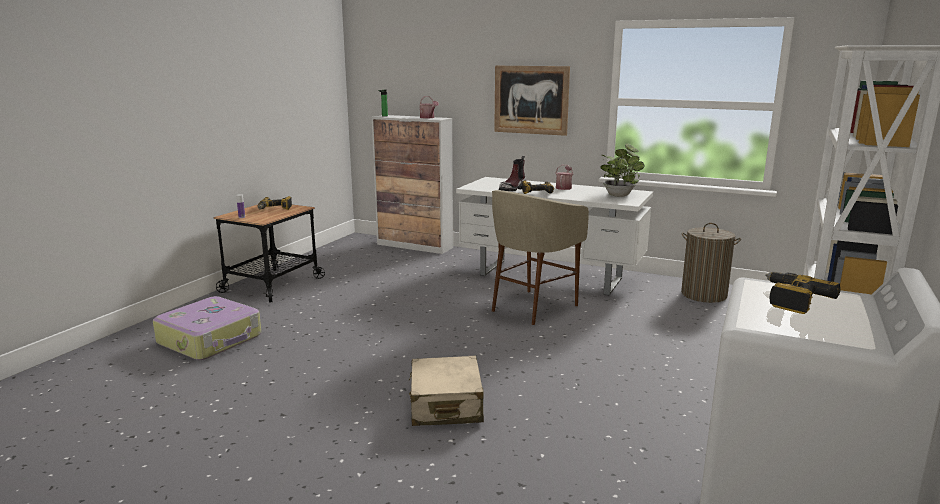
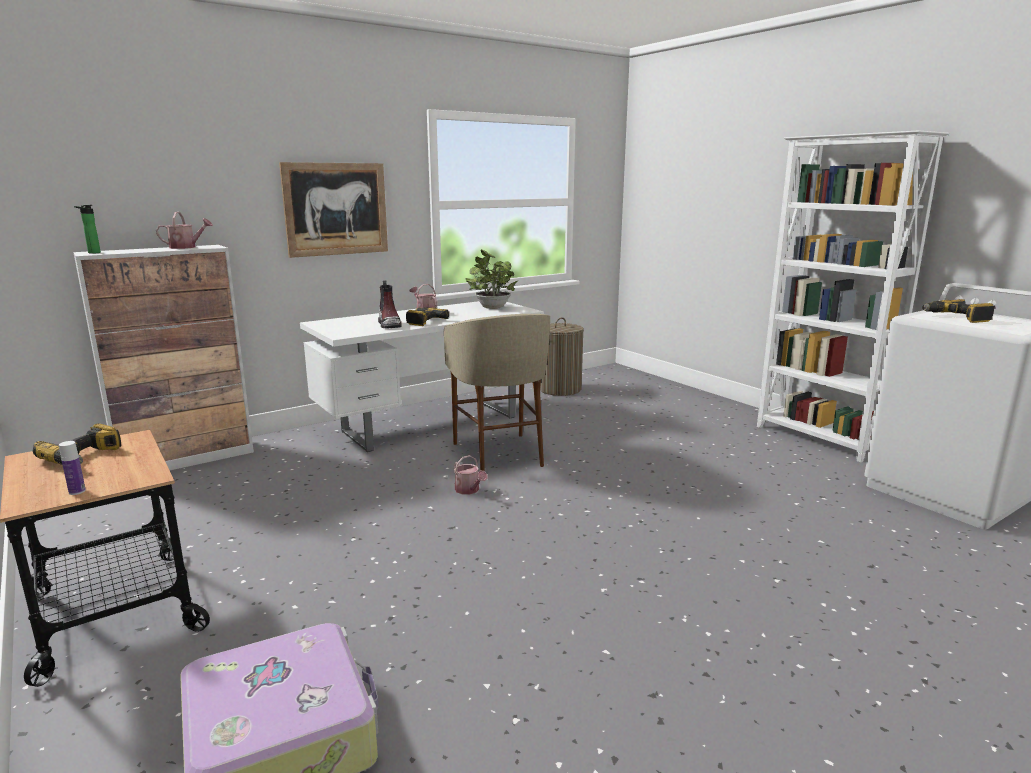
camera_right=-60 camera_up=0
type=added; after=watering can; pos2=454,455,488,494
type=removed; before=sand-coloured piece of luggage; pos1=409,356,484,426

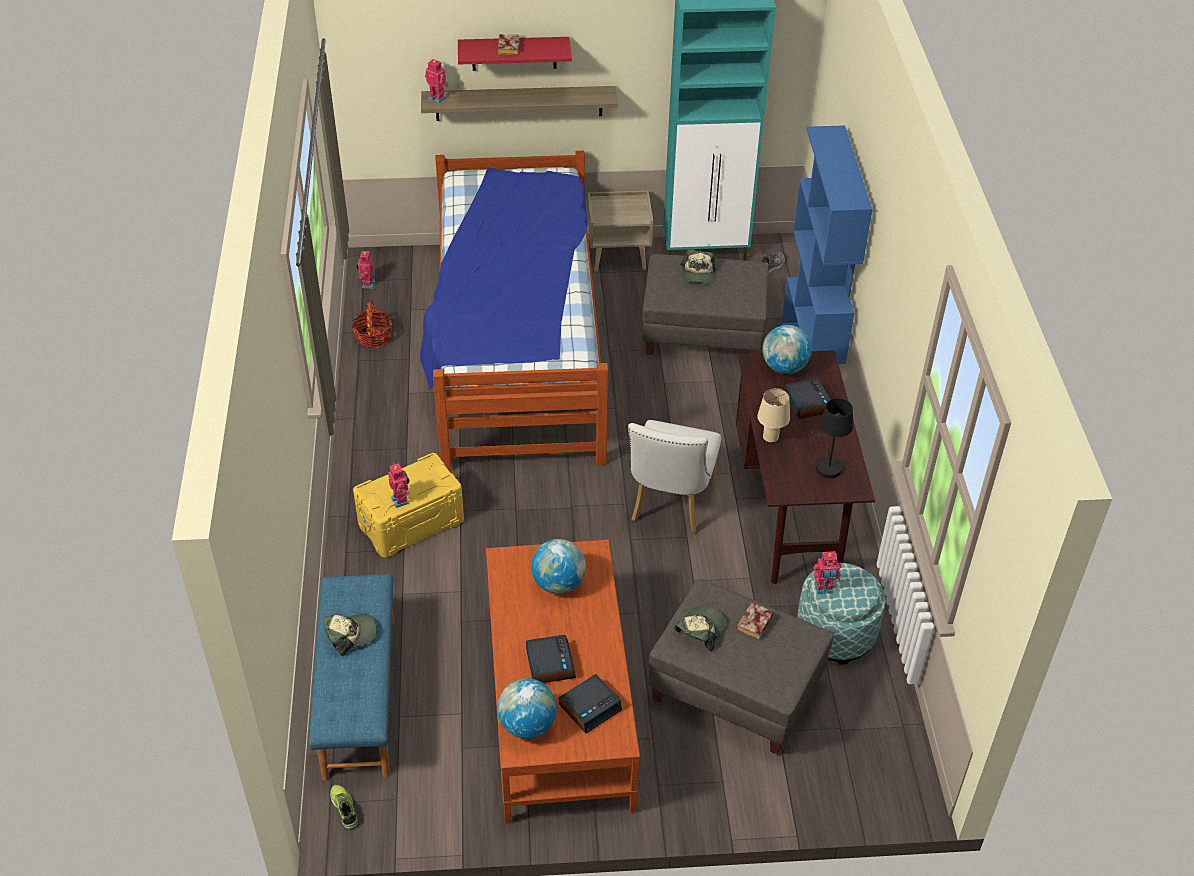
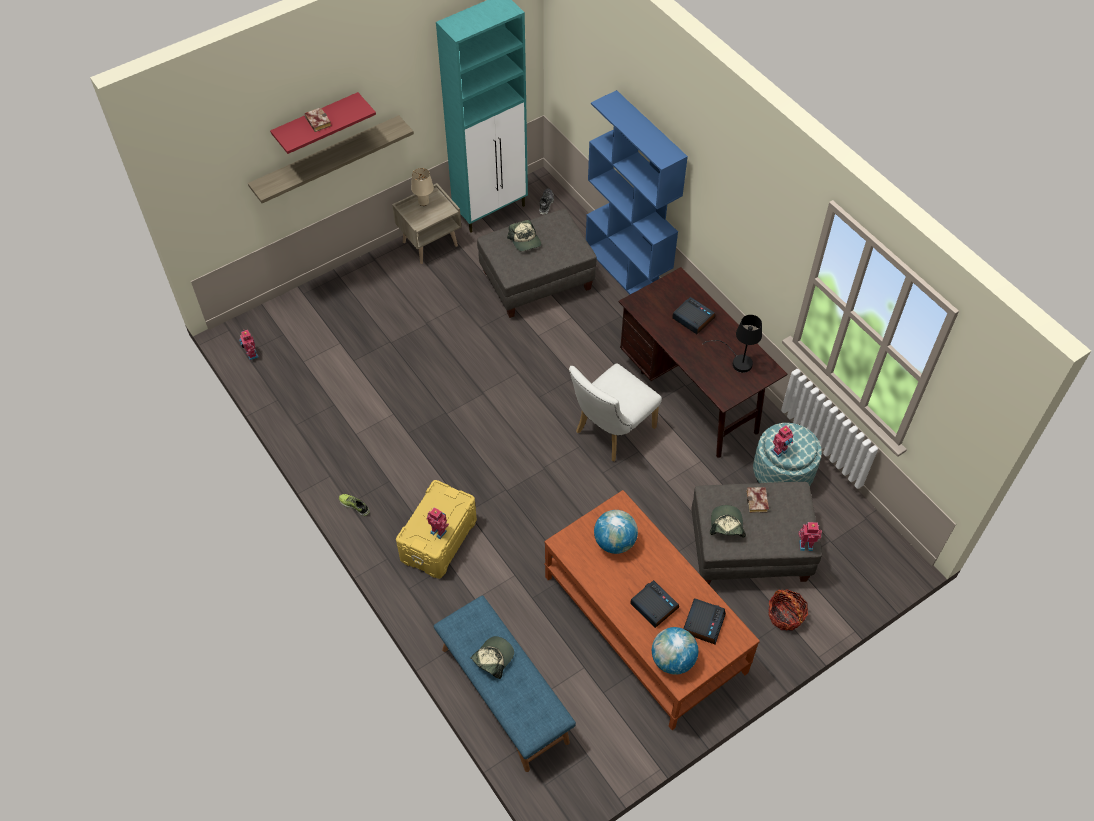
camera_right=-30 camera_up=10
type=moved; before=shoe; pos1=330,785,358,829; pos2=339,494,370,516
type=moved; before=sand-coloured tabletop lamp; pos1=757,388,790,443; pos2=411,168,434,206
type=turned; before=white-coloured plain chair; pos1=628,420,721,533; pos2=569,364,662,462; turn=60
type=moved; before=household basket; pos1=352,301,392,348; pos2=768,589,808,631
type=moved; before=toy robot; pos1=425,59,448,103; pos2=798,522,822,551
type=removed; before=bed; pos1=420,151,608,471
type=removed; before=globe; pos1=762,325,812,374

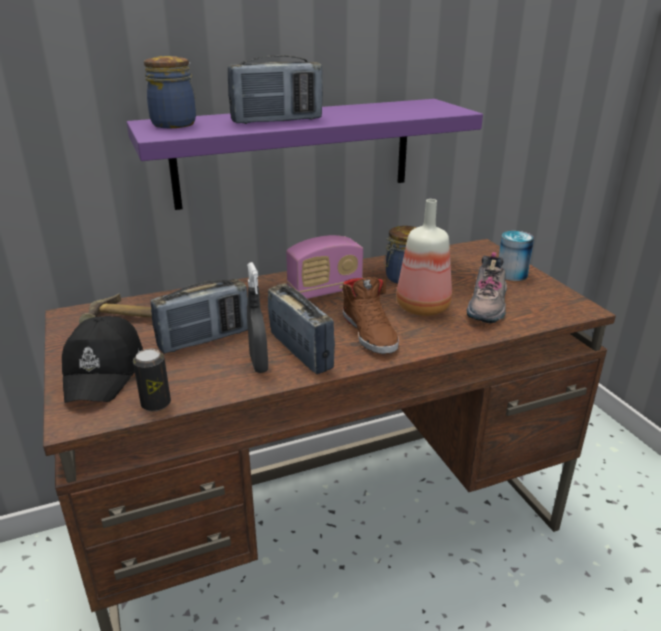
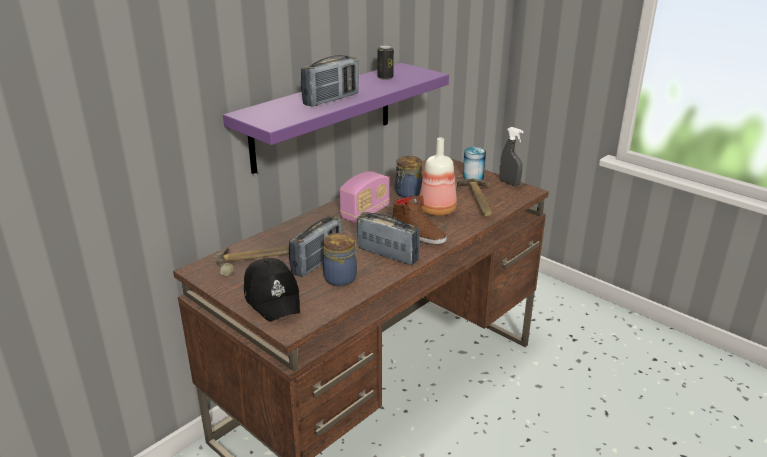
camera_right=-25 camera_up=0
type=moved; before=jar; pos1=144,56,196,128; pos2=323,233,357,286
type=moved; before=metal can; pos1=133,349,171,411; pos2=378,45,394,80
type=replaced; before=shoe; after=tool hammer; pos1=467,252,507,323; pos2=455,178,492,216
type=moved; before=grey sprayer; pos1=247,262,268,373; pos2=500,127,523,186

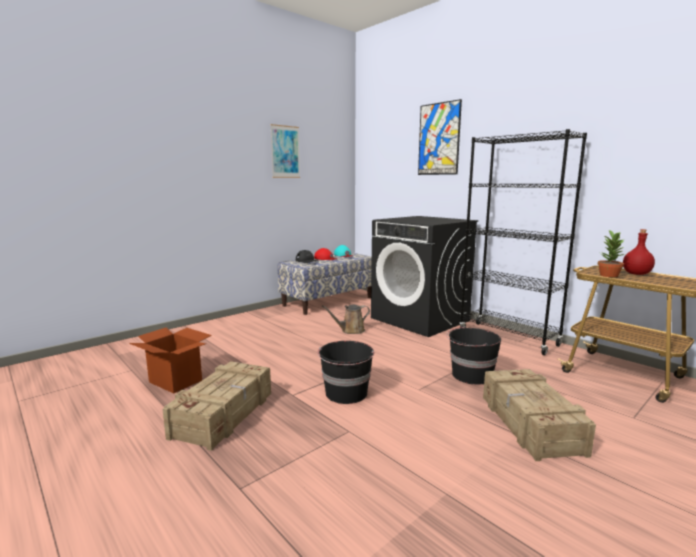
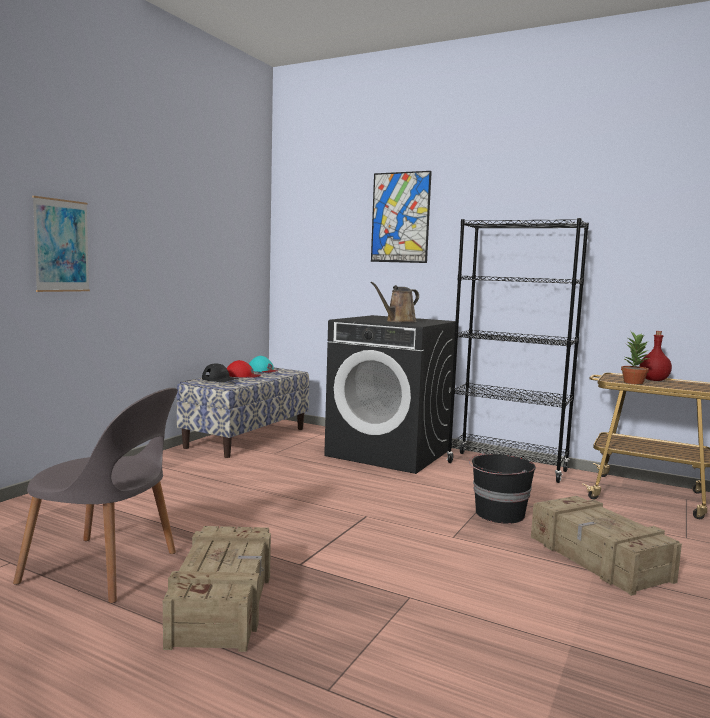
camera_right=-20 camera_up=-5
type=replaced; before=carton; after=grey plain chair; pos1=129,328,212,394; pos2=13,388,178,603
type=moved; before=picture; pos1=270,124,300,178; pos2=32,196,90,292
type=moved; before=brownish watering can; pos1=322,304,370,334; pos2=371,282,419,322
type=removed; before=black-coloured pail; pos1=318,341,374,404

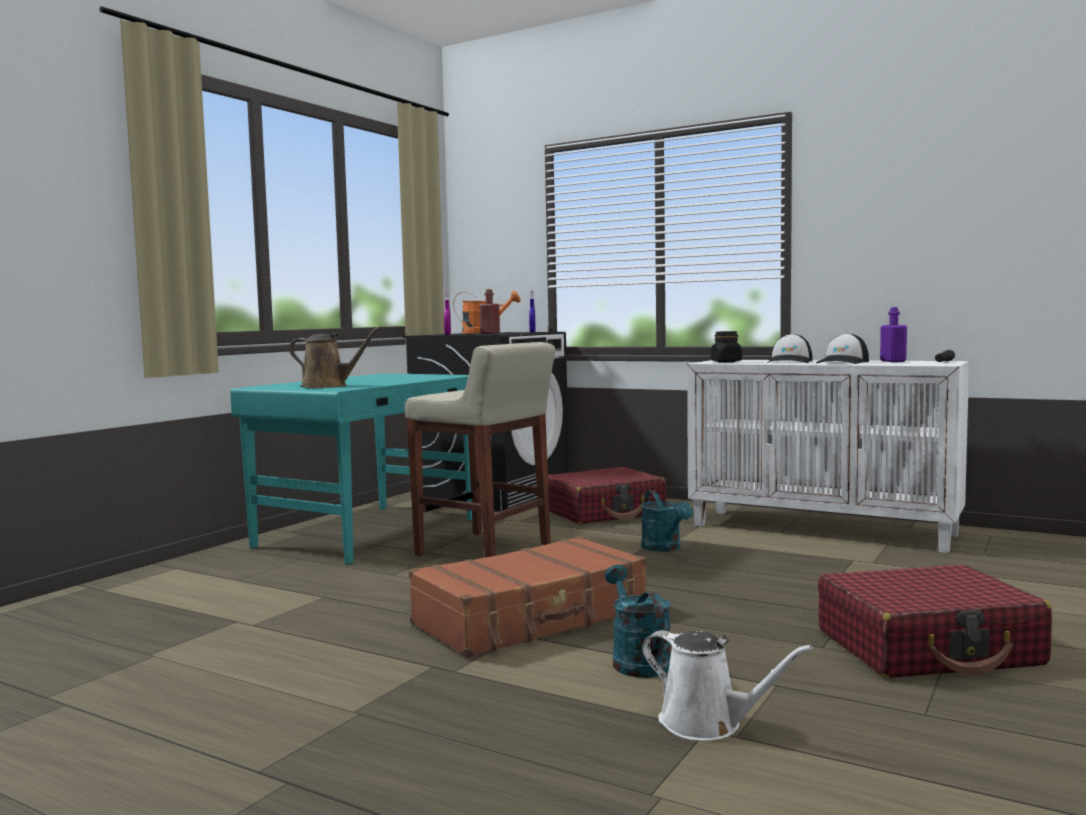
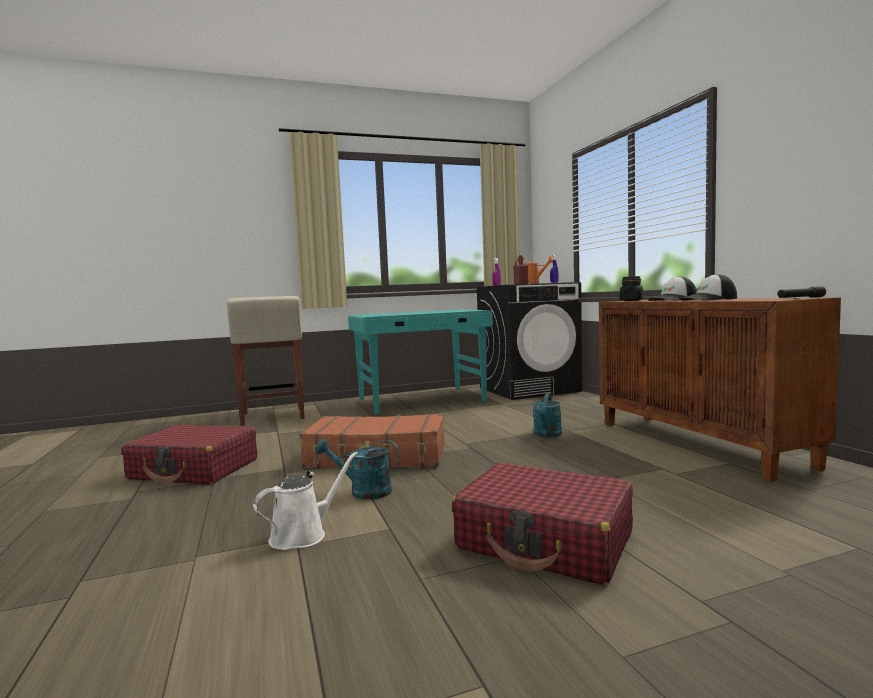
camera_right=40 camera_up=0
type=moved; before=reddish piece of luggage; pos1=548,467,666,524; pos2=121,425,257,484
type=moved; before=sand-coloured stool seat; pos1=405,342,555,558; pos2=227,296,305,426
type=turned; before=white-coloured watering can; pos1=642,630,813,741; pos2=253,451,358,550; turn=-120
type=turned; before=turquoise-coloured watering can; pos1=605,565,671,678; pos2=315,439,400,500; turn=-105
type=recoloured; before=white-coloured storage cabinet; after=brownish storage cabinet; pos1=687,360,969,553; pos2=599,297,841,482
type=removed; before=brownish watering can; pos1=289,326,381,388
type=removed; before=purple-coloured bottle; pos1=880,307,907,362

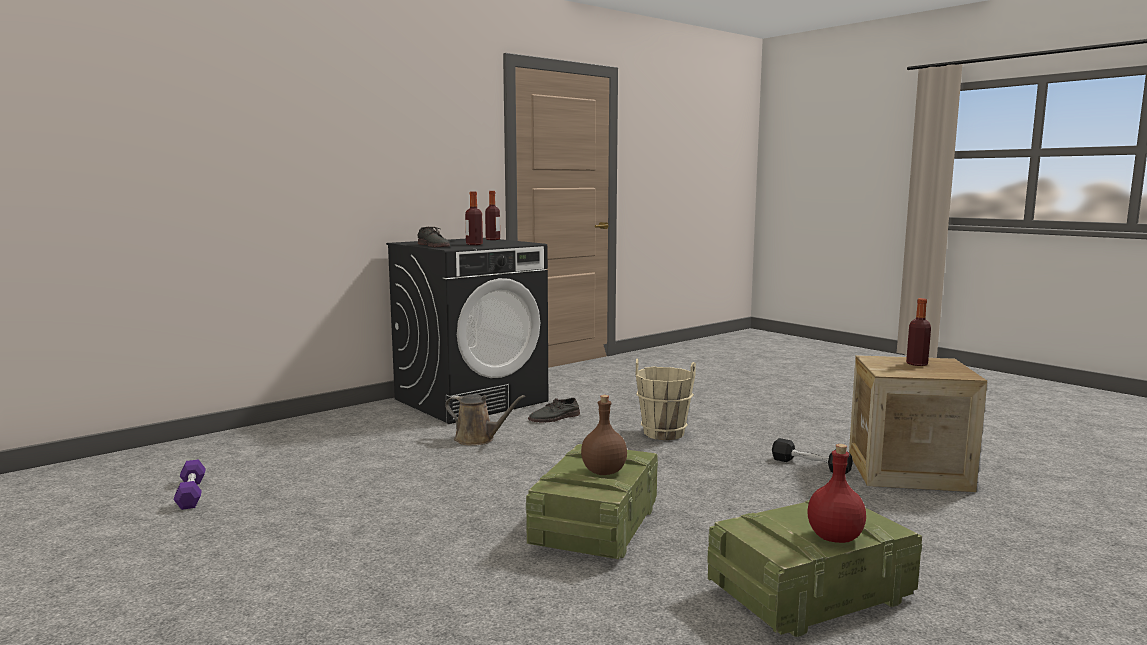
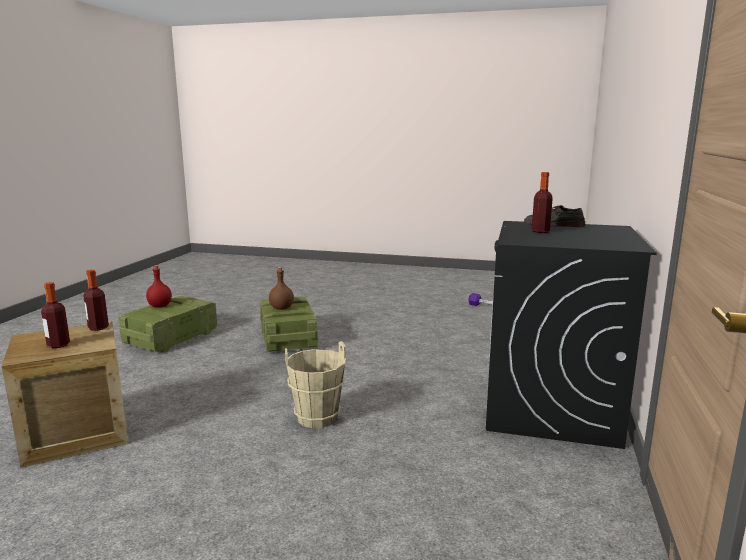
camera_right=145 camera_up=5
type=moved; before=bottle; pos1=485,191,500,240; pos2=83,270,109,331
type=removed; before=brownish watering can; pos1=445,394,525,446
type=removed; before=grey shoe; pos1=528,398,580,422
type=removed; before=black-coloured dumbbell; pos1=772,438,853,474

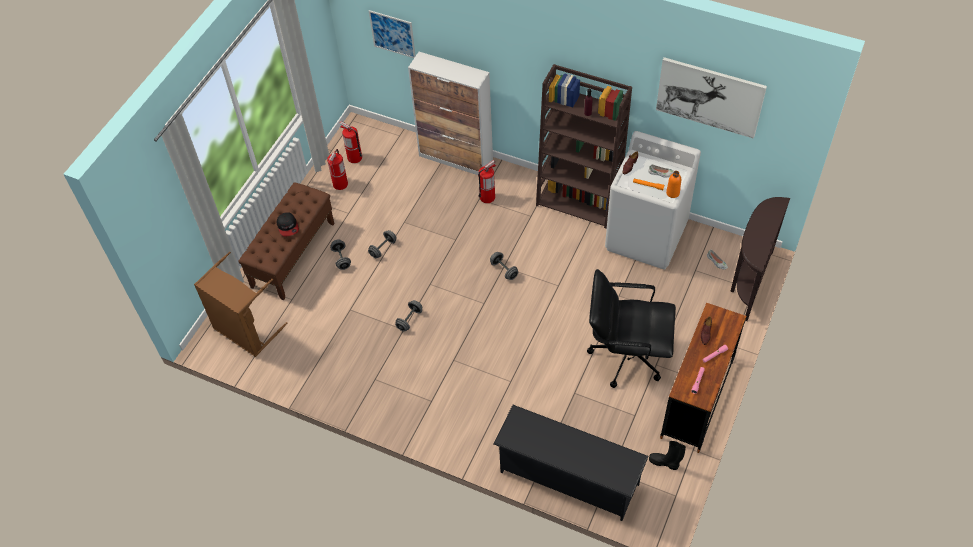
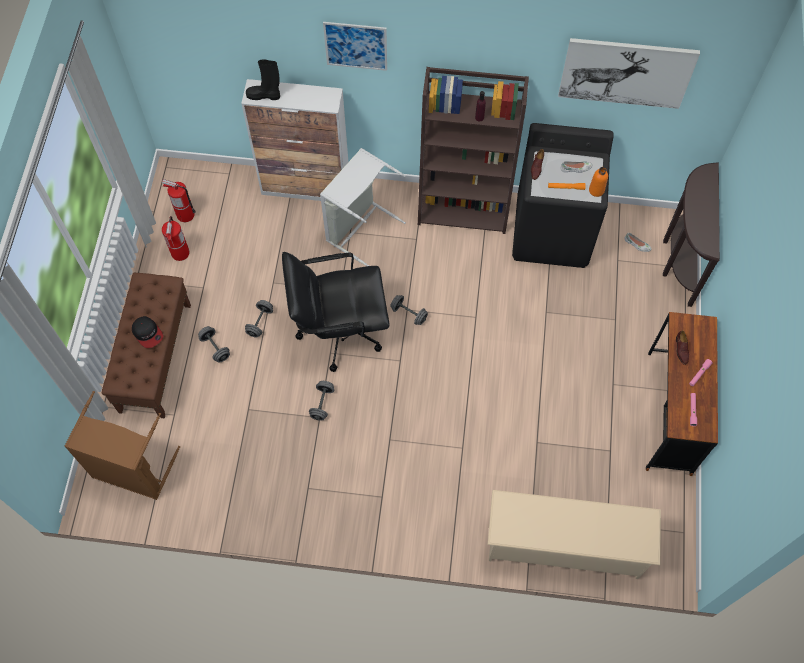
camera_right=-20 camera_up=10
type=moved; before=black-coloured tall boot; pos1=649,441,686,470; pos2=246,59,280,100
type=moved; before=black-coloured computer chair; pos1=587,269,676,388; pos2=282,252,389,372
type=replaced; before=fire extinguisher; after=grey hamper; pos1=478,160,496,203; pos2=320,148,406,266
type=moved; before=picture; pos1=369,10,415,58; pos2=323,22,387,71
type=recoloured; before=black-coloured shoe stand; after=sand-coloured shoe stand; pos1=494,405,648,521; pos2=488,490,661,579
type=recoloured; before=white-coloured washing machine; after=black-coloured washing machine; pos1=605,131,701,269; pos2=512,123,614,268

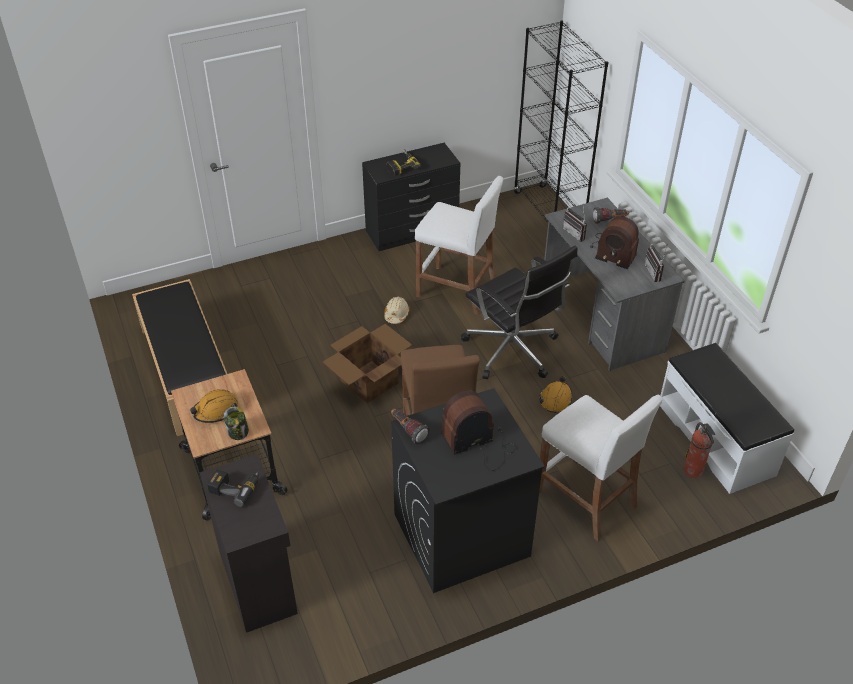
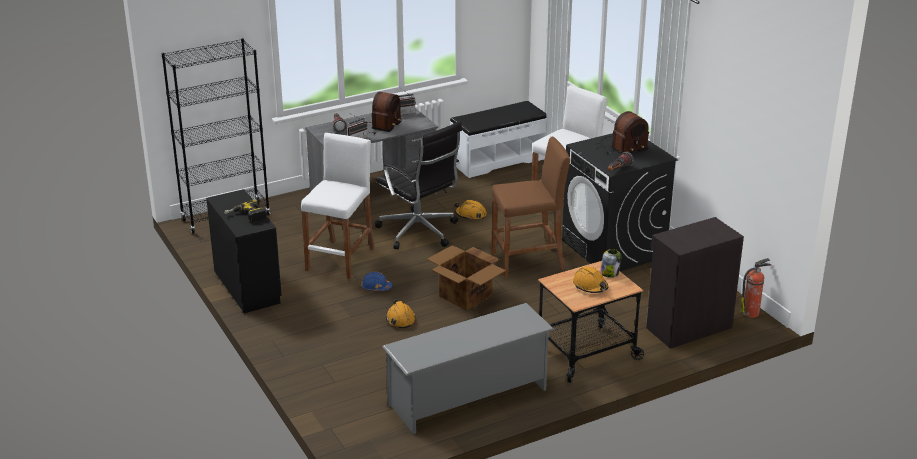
camera_right=-95 camera_up=-15
type=recoloured; before=sand-coloured hard hat; after=bluish hard hat; pos1=384,297,410,324; pos2=361,271,392,291
type=turned; before=black-coloured computer chair; pos1=461,245,577,379; pos2=375,121,462,249; turn=90
type=replaced; before=black-coloured bench; after=grey shoe stand; pos1=132,279,227,436; pos2=382,303,555,434
type=added; after=orange hard hat; pos2=386,299,416,329
type=turned; before=radio receiver; pos1=441,390,516,471; pos2=595,111,649,155; turn=-90
type=moved; before=fire extinguisher; pos1=684,422,715,478; pos2=741,258,771,318
type=removed; before=power drill; pos1=207,470,259,507

